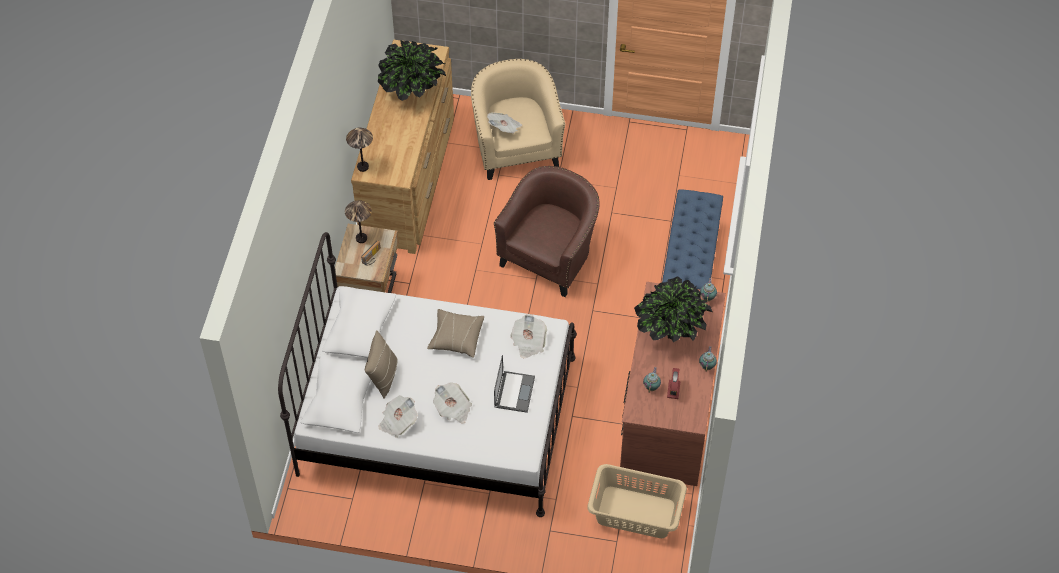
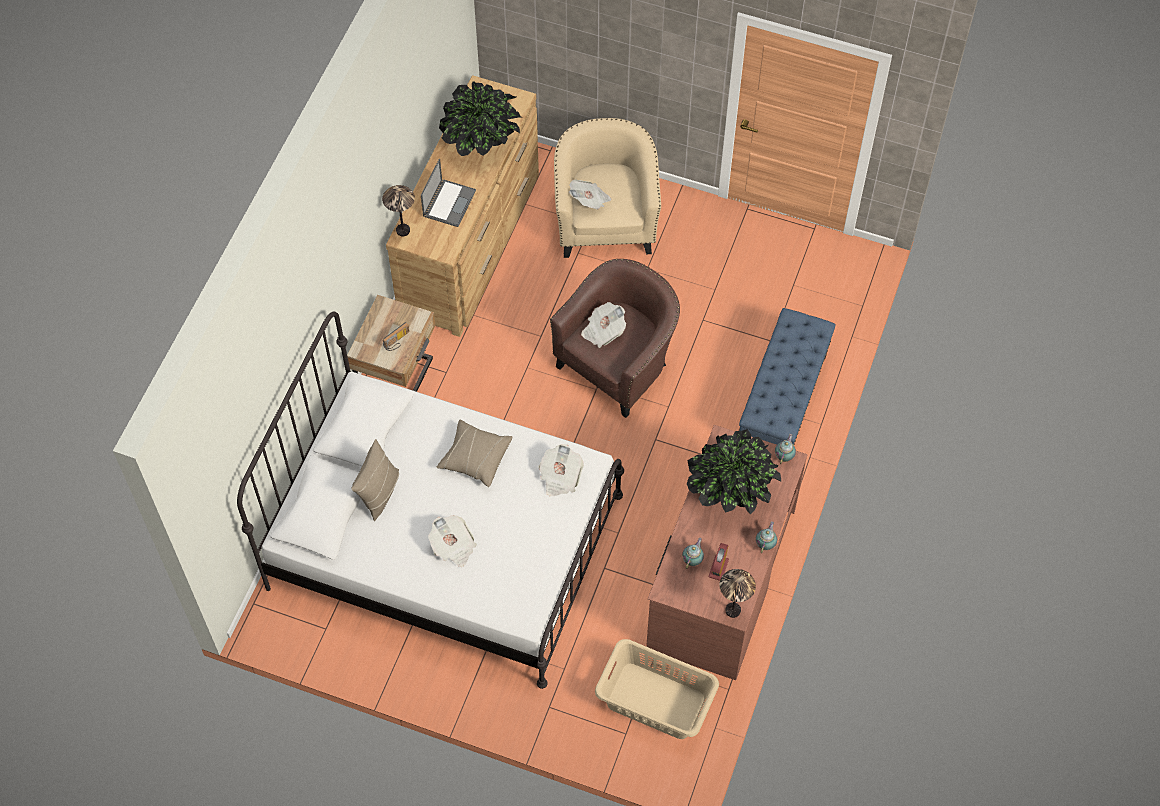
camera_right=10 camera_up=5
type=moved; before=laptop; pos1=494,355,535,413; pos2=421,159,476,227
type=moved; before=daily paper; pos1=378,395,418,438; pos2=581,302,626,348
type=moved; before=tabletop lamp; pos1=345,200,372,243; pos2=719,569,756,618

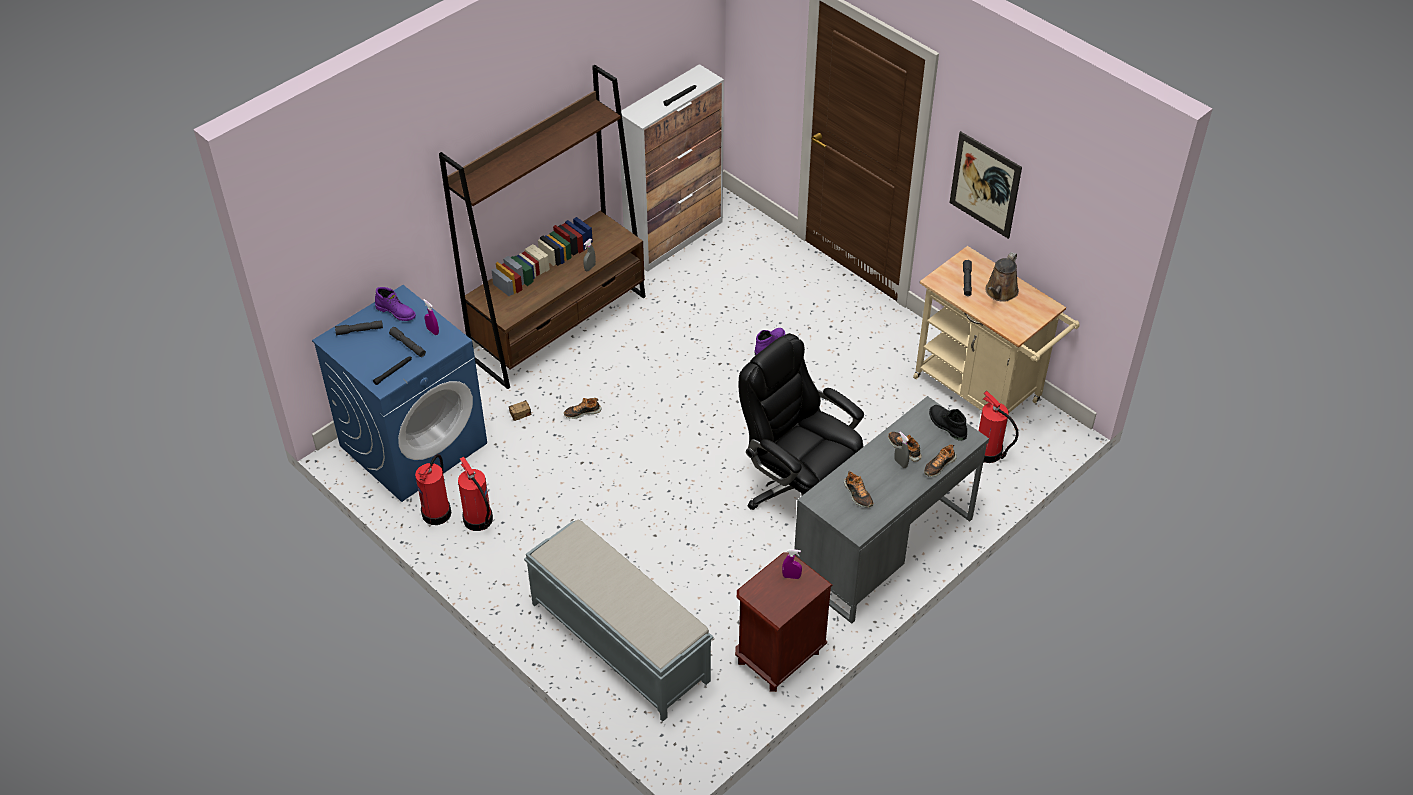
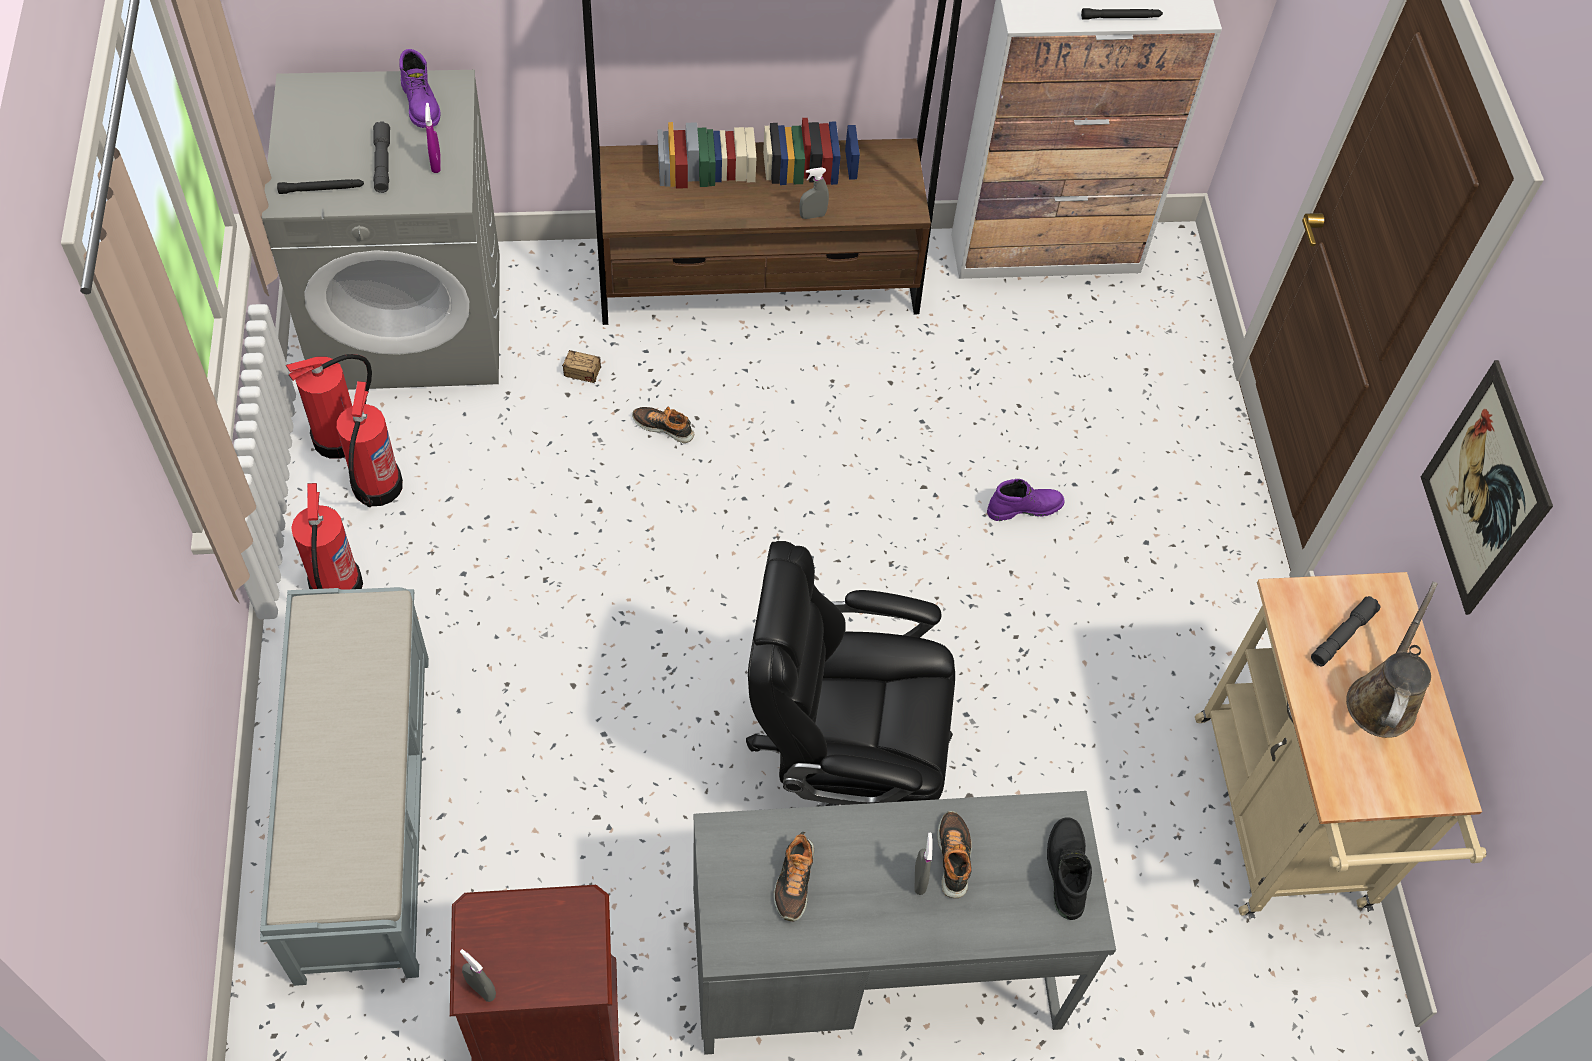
camera_right=35 camera_up=10
type=recoloured; before=bluish washing machine; after=grey washing machine; pos1=312,285,487,502; pos2=262,70,500,390
type=moved; before=fire extinguisher; pos1=979,391,1019,463; pos2=291,483,363,590
type=added; after=grey sprayer; pos2=460,949,496,1002
type=turned; before=black-coloured computer chair; pos1=739,333,864,510; pos2=746,541,955,807; turn=-75
type=turned; before=brownish watering can; pos1=985,252,1019,302; pos2=1346,582,1438,738; turn=135
type=removed; before=grey flashlight; pos1=335,320,383,335
type=removed; before=purple-coloured sprayer; pos1=782,549,802,579
type=removed; before=shoe; pos1=924,444,957,477

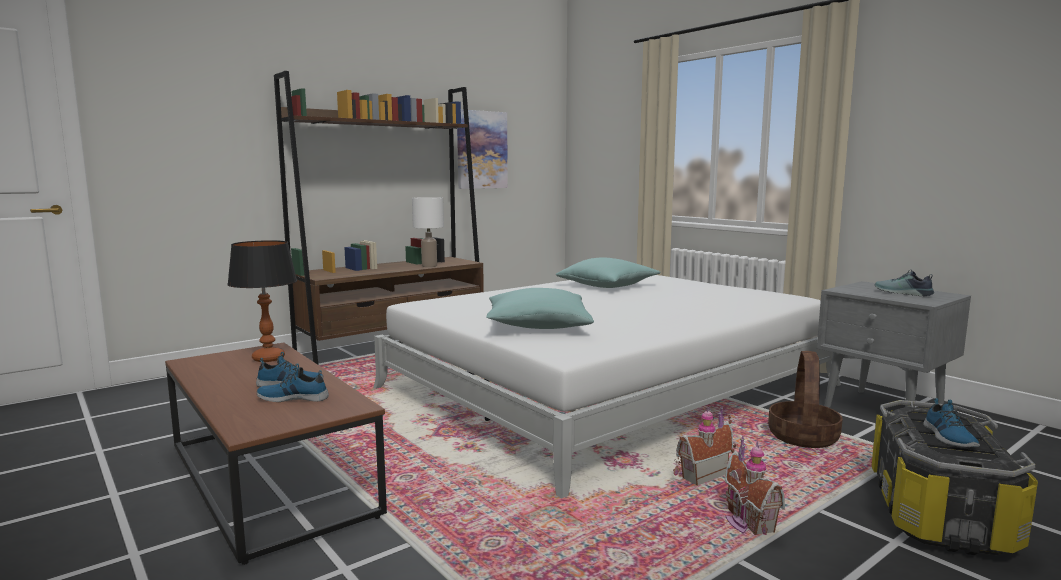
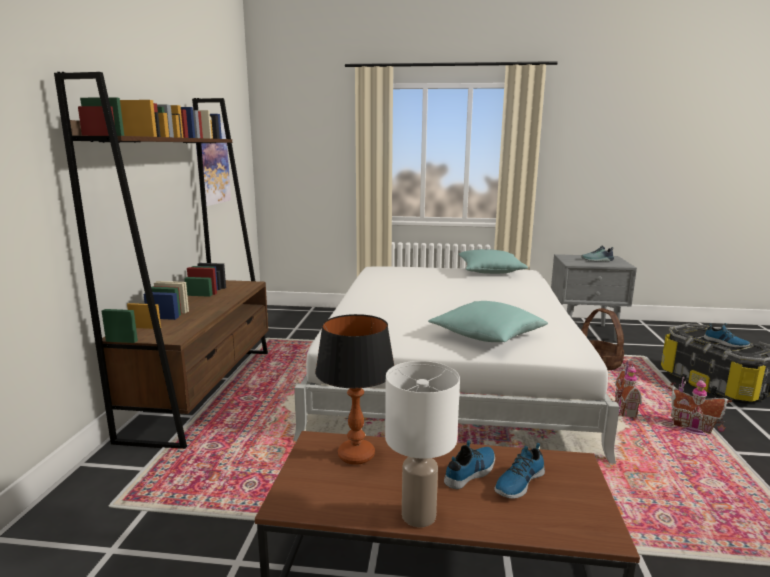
camera_right=-45 camera_up=5
type=moved; before=white-coloured tabletop lamp; pos1=412,197,444,267; pos2=385,361,460,527
type=moved; before=turquoise-coloured cushion; pos1=556,258,661,288; pos2=459,249,528,274

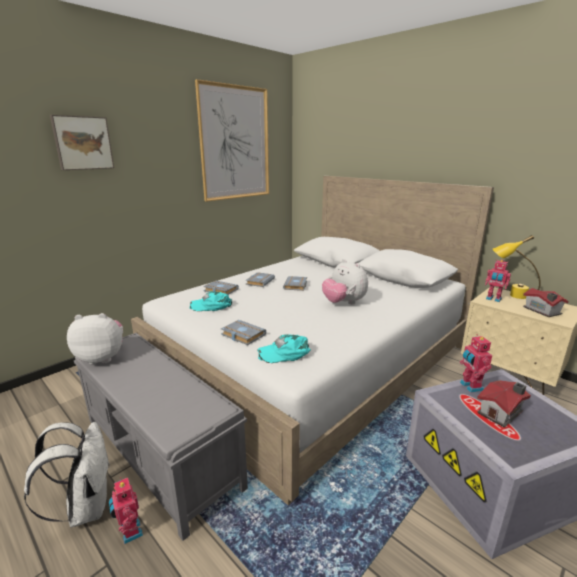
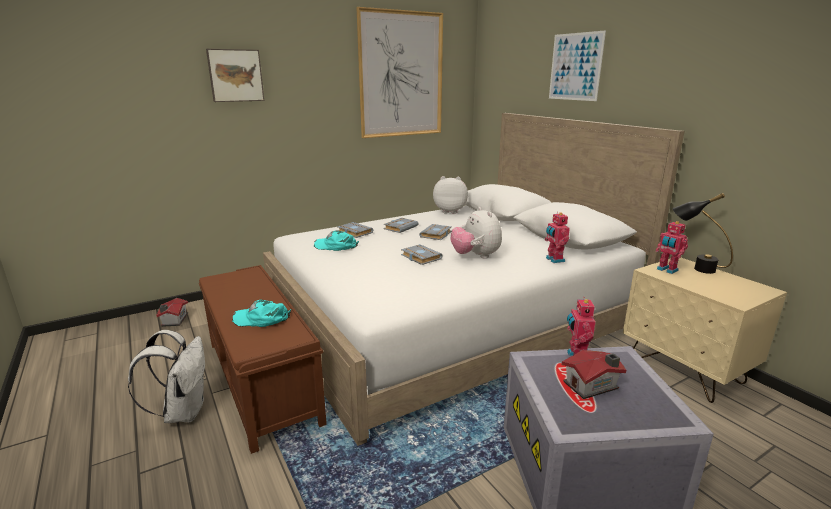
camera_right=15 camera_up=0
type=moved; before=toy house; pos1=523,288,569,317; pos2=156,298,188,327
type=recoloured; before=grey bench; after=brownish bench; pos1=74,333,248,541; pos2=199,265,327,454
type=moved; before=turquoise-coloured baseball cap; pos1=257,335,311,363; pos2=232,300,291,327
type=moved; before=grey book; pos1=221,320,266,345; pos2=401,244,443,265
type=moved; before=soft toy; pos1=67,313,123,364; pos2=433,176,468,214
type=moved; before=toy robot; pos1=109,477,143,544; pos2=545,212,570,263
type=added; after=picture; pos2=549,30,606,101
type=recoloured; before=yellow-coloured tabletop lamp; after=black-coloured tabletop lamp; pos1=493,235,541,299; pos2=673,193,733,274

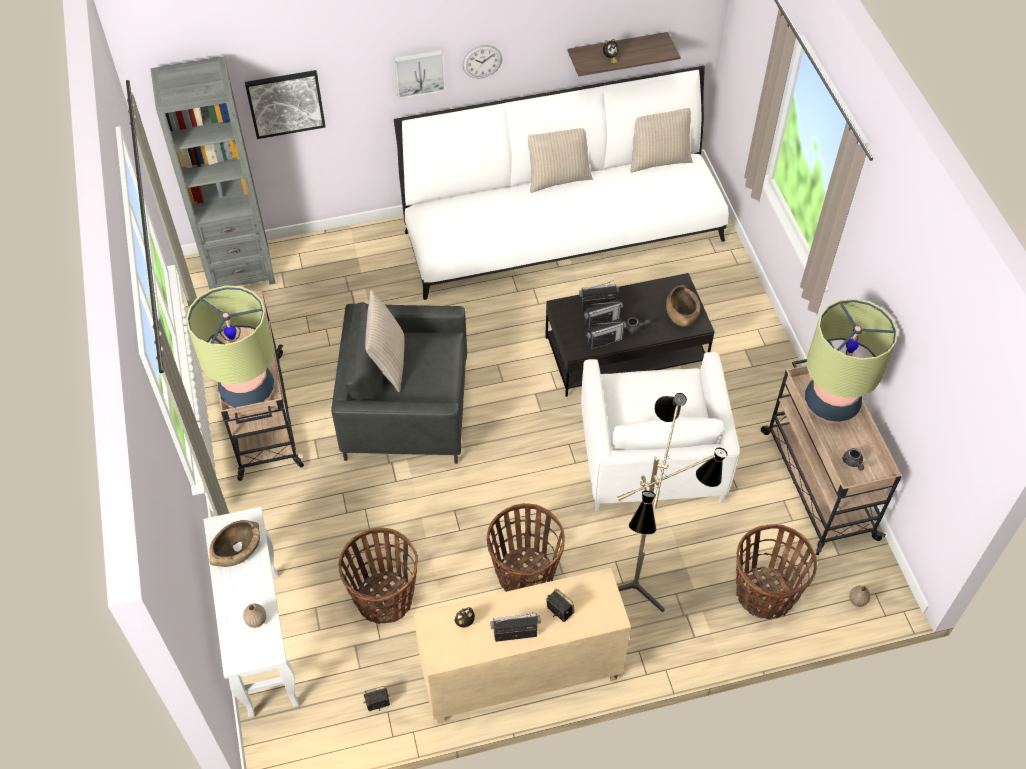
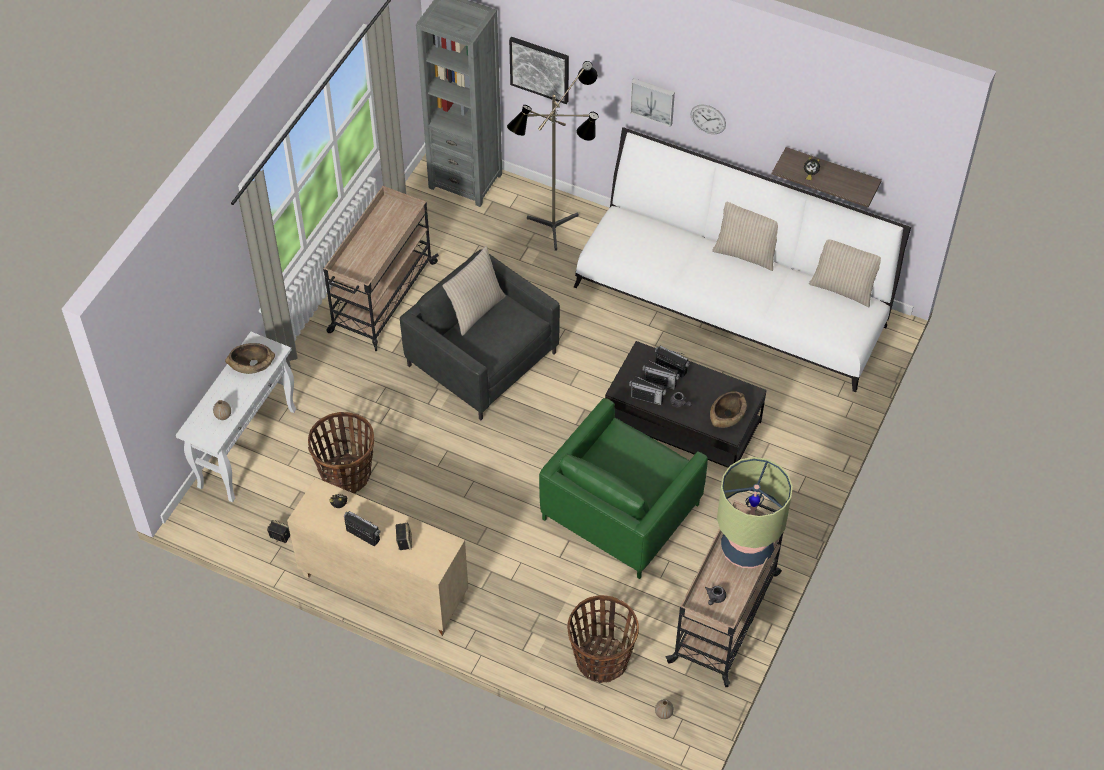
camera_right=40 camera_up=0
type=moved; before=standard lamp; pos1=617,393,727,612; pos2=507,61,599,250
type=recoloured; before=white-coloured easy chair; after=green easy chair; pos1=581,352,740,511; pos2=539,398,708,579
type=removed; before=tabletop lamp; pos1=186,285,275,408
type=removed; before=household basket; pos1=487,503,565,592

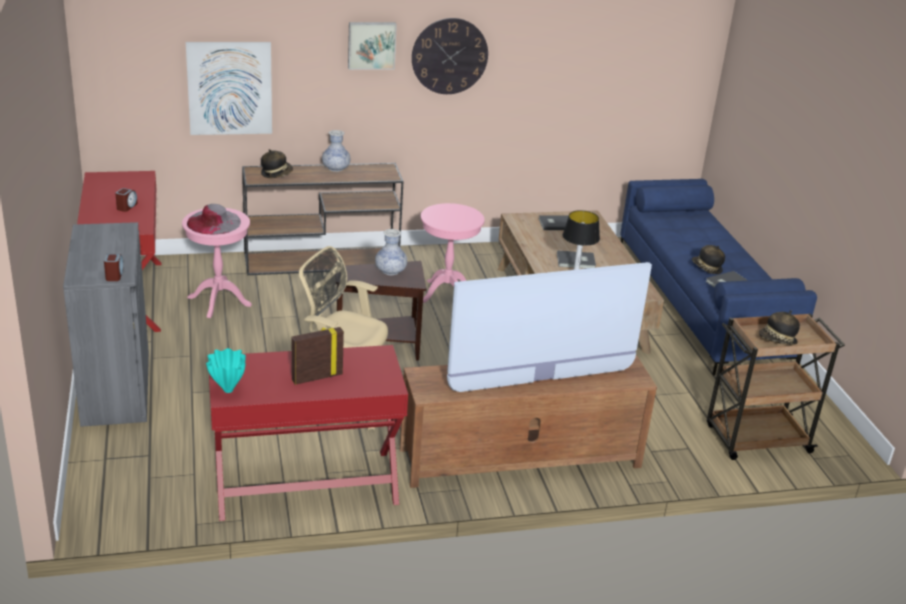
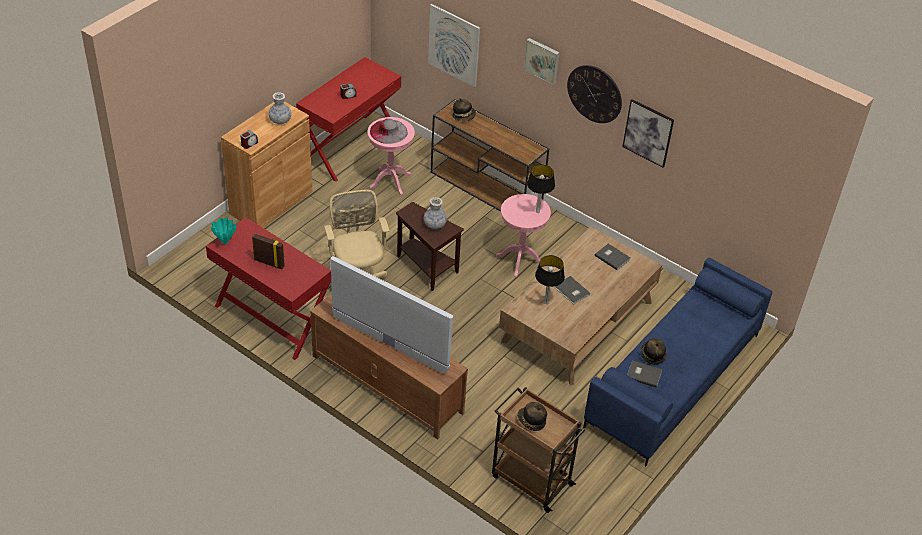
camera_right=50 camera_up=15
type=recoloured; before=grey storage cabinet; after=brownish storage cabinet; pos1=63,222,149,427; pos2=221,101,312,228
type=moved; before=vase; pos1=322,130,350,172; pos2=268,92,291,124
type=added; after=tabletop lamp; pos2=527,164,555,213
type=added; after=picture; pos2=622,99,674,167

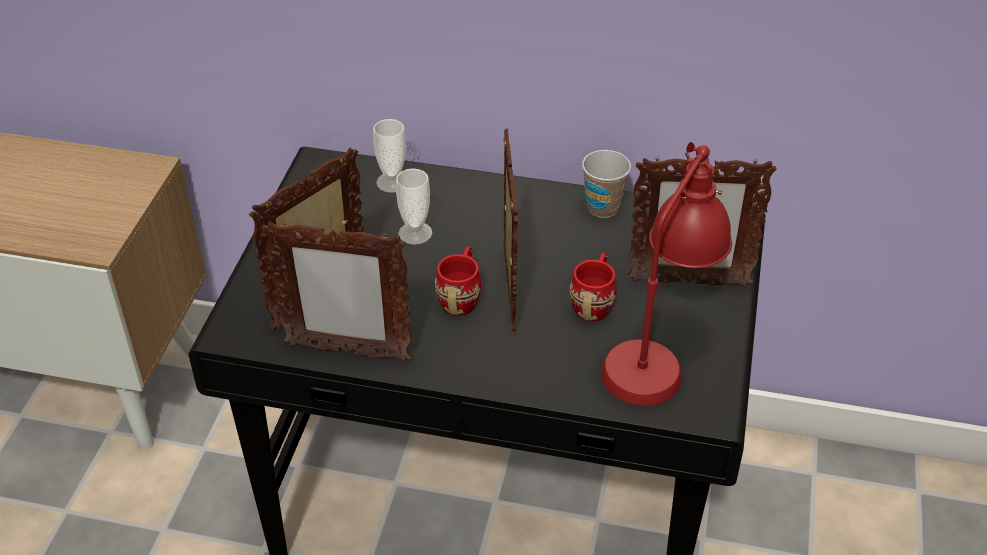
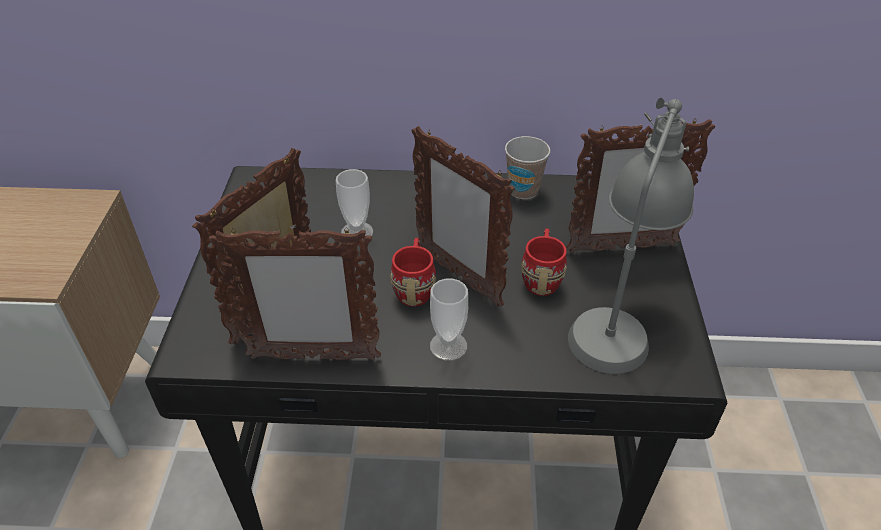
camera_right=-10 camera_up=0
type=turned; before=picture frame; pos1=504,129,518,331; pos2=411,126,515,307; turn=150
type=moved; before=drinking cup; pos1=373,119,406,193; pos2=430,279,468,361
type=recoloured; before=reddish tabletop lamp; after=grey tabletop lamp; pos1=601,142,732,406; pos2=568,98,694,374

